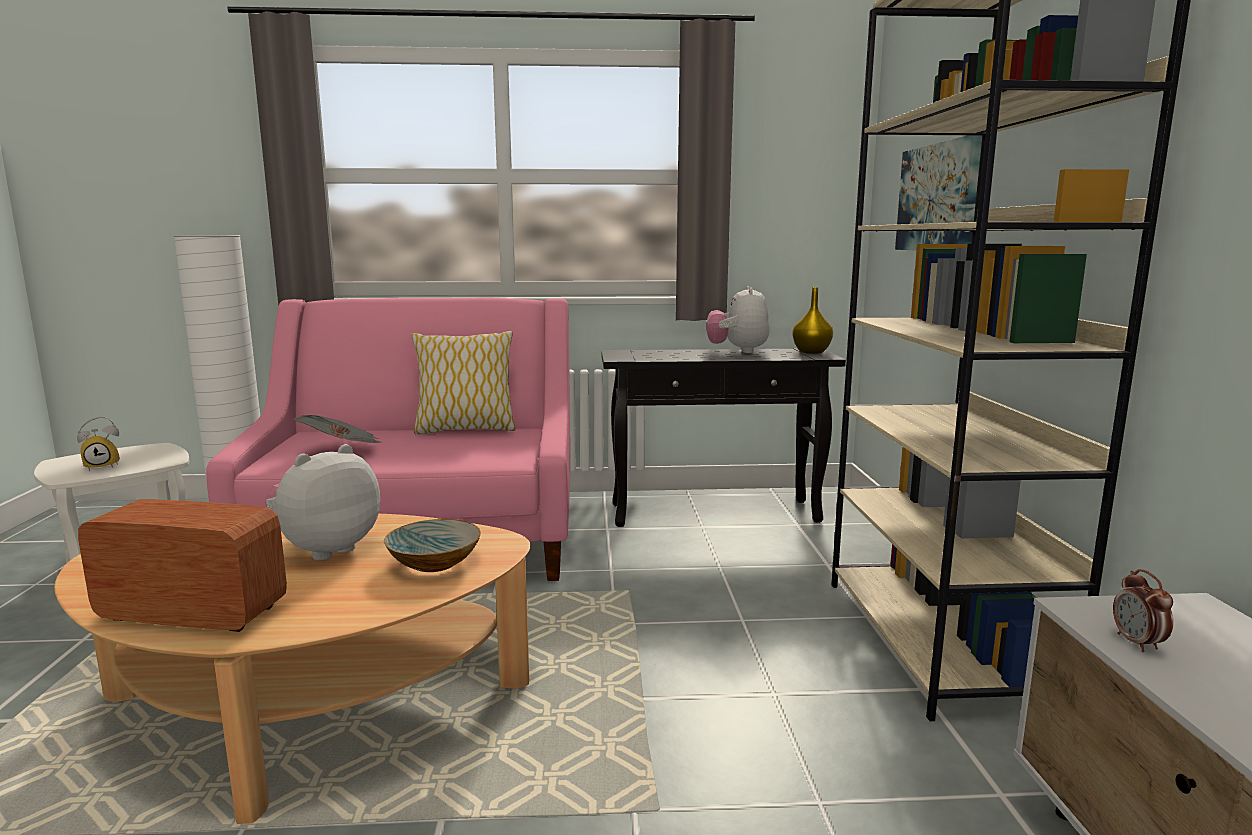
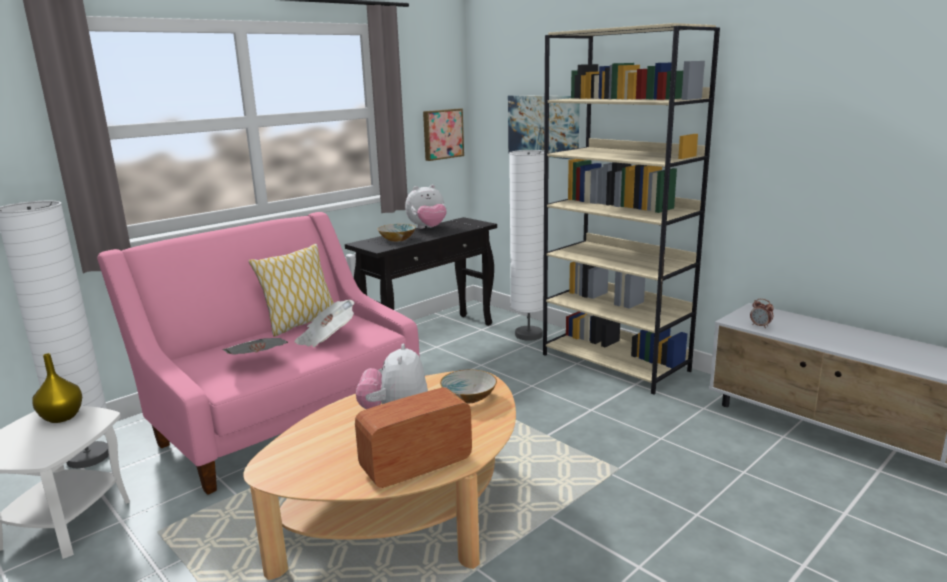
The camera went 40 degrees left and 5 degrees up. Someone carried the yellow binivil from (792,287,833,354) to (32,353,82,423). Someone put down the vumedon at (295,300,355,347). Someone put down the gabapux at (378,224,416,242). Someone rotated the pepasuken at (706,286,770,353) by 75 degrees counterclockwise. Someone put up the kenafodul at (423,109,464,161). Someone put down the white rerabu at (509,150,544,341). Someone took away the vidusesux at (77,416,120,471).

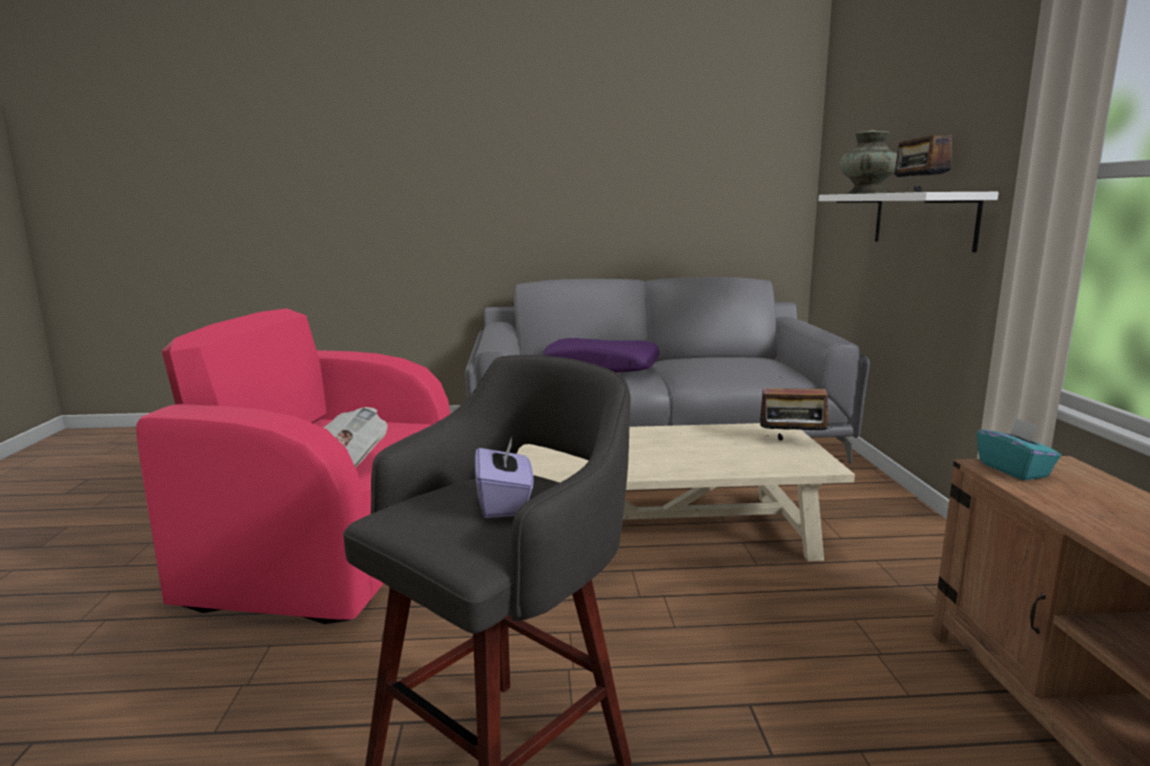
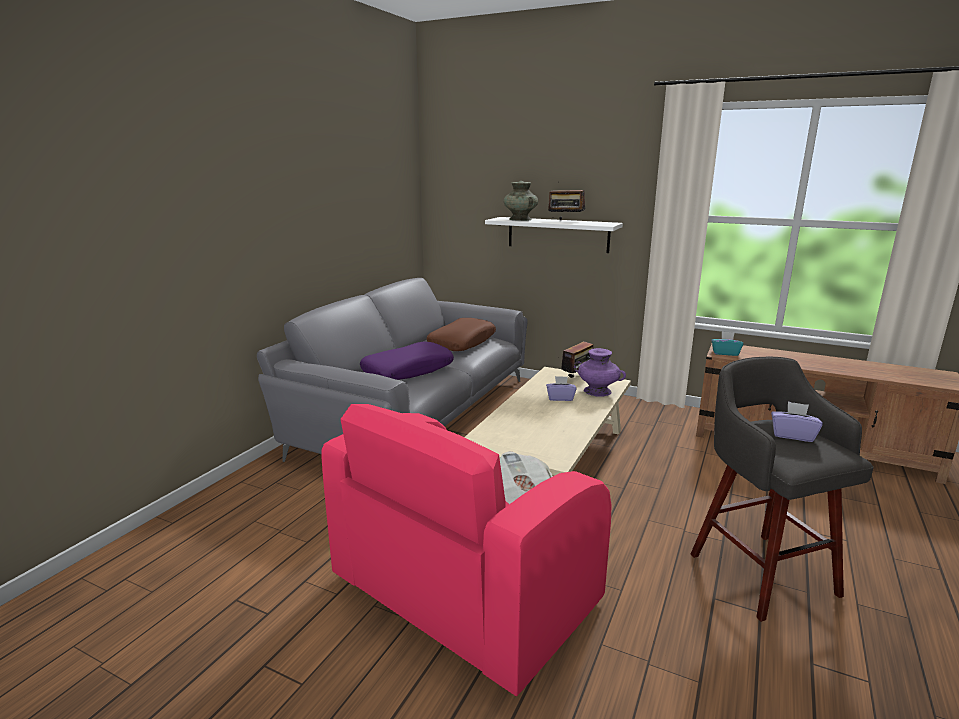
The camera went 60 degrees left and 5 degrees up. Someone put down the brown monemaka at (427,318,496,351). Someone put down the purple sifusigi at (546,376,577,401). Someone put down the purple binivil at (574,348,626,397).

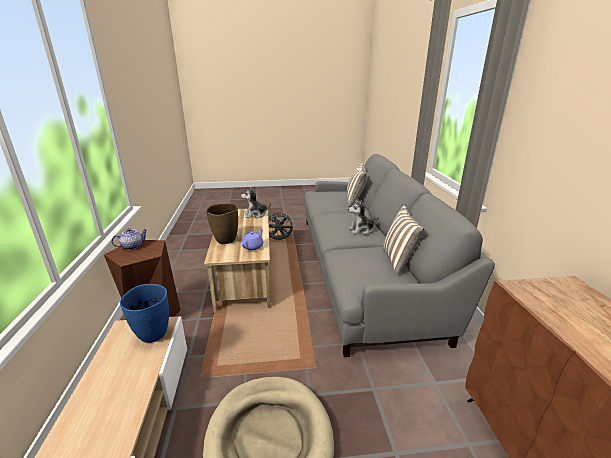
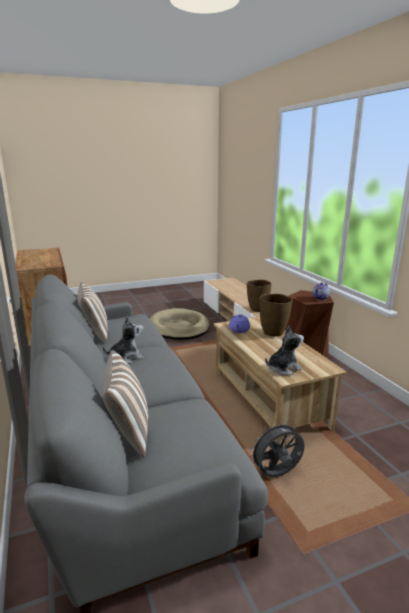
The camera went 165 degrees right and 5 degrees down. Someone repainted the blue binivil at (120,284,169,343), which became the brown binivil at (247,280,271,312).

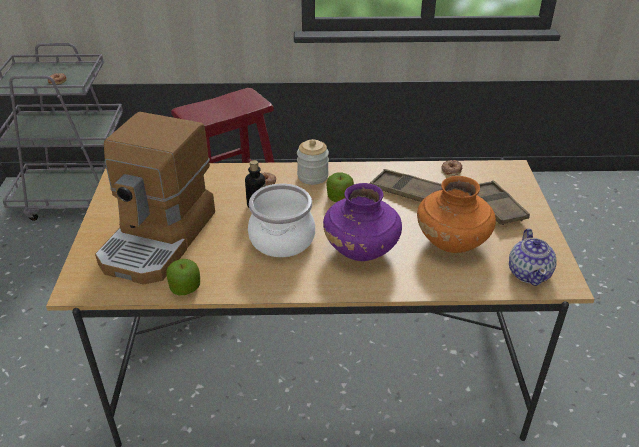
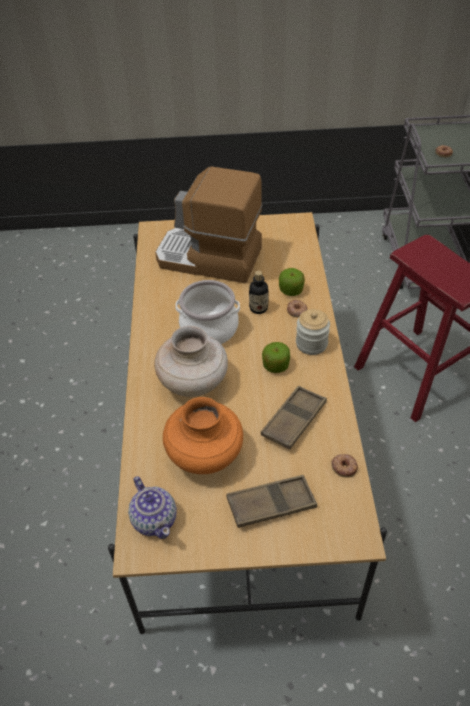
The camera went 90 degrees right and 10 degrees up. Someone rotated the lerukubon at (509,229,556,286) by 120 degrees counterclockwise. Someone repainted the purple binivil at (323,183,402,261), which became the beige binivil at (154,326,228,397). Someone carried the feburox from (166,259,200,296) to (279,268,305,296).

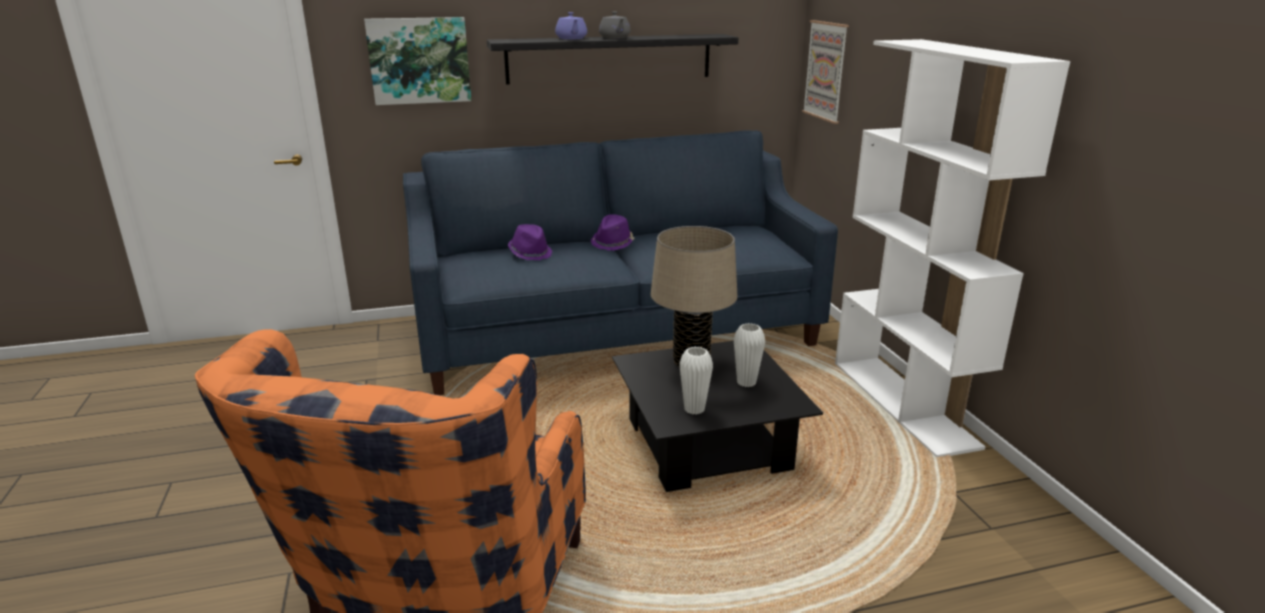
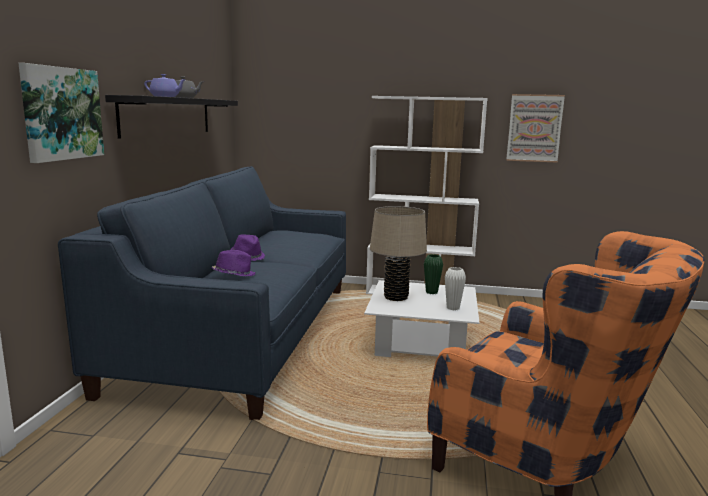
The camera went 65 degrees left and 10 degrees down. Someone repainted the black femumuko at (612,341,823,492), which became the white femumuko at (364,280,480,357). Someone repainted the white binivil at (734,323,765,387), which became the green binivil at (424,254,443,294). Someone carried the kenafodul from (802,20,849,124) to (506,94,565,162).

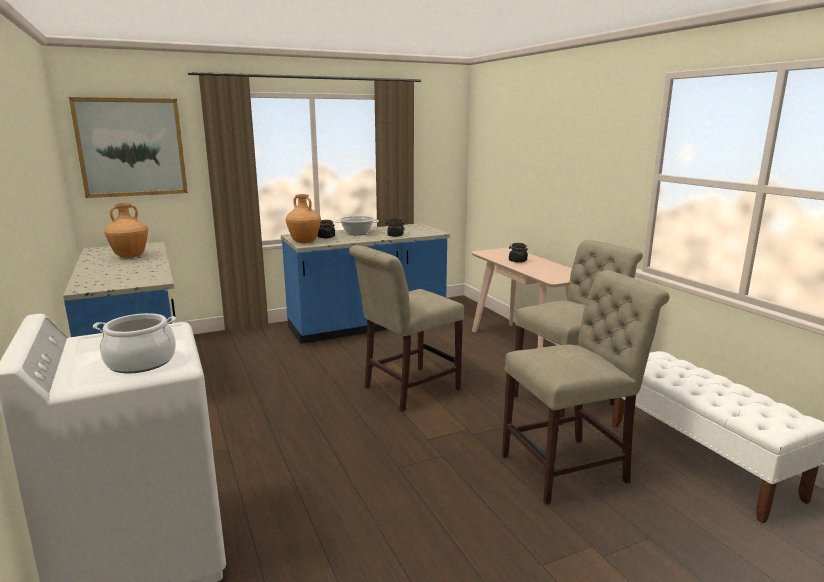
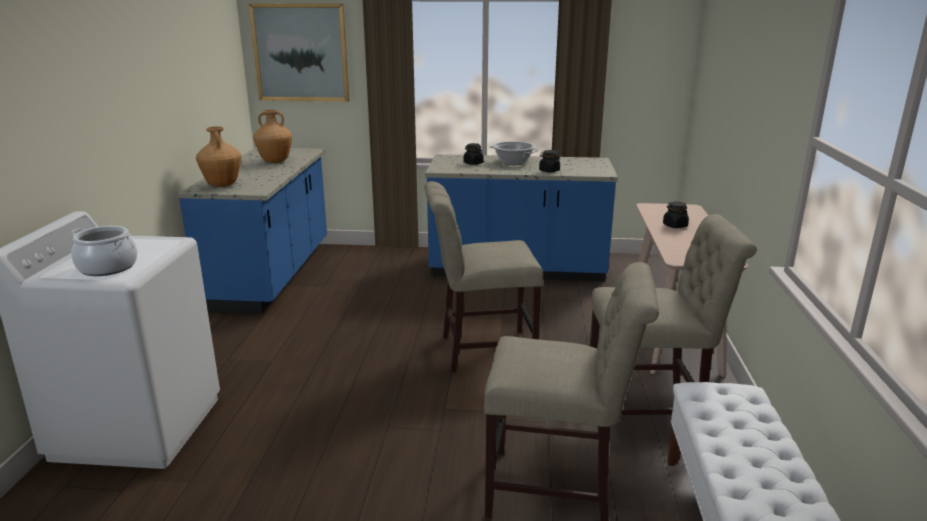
The camera went 30 degrees right and 5 degrees up. Someone carried the brown binivil from (286,194,321,243) to (196,126,241,187).

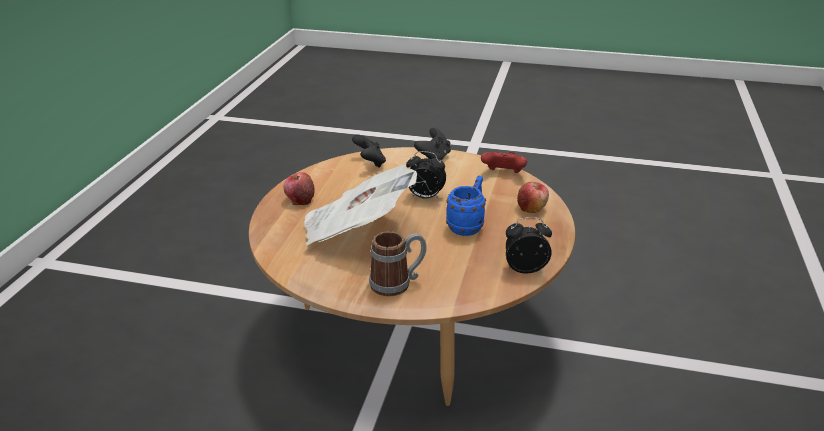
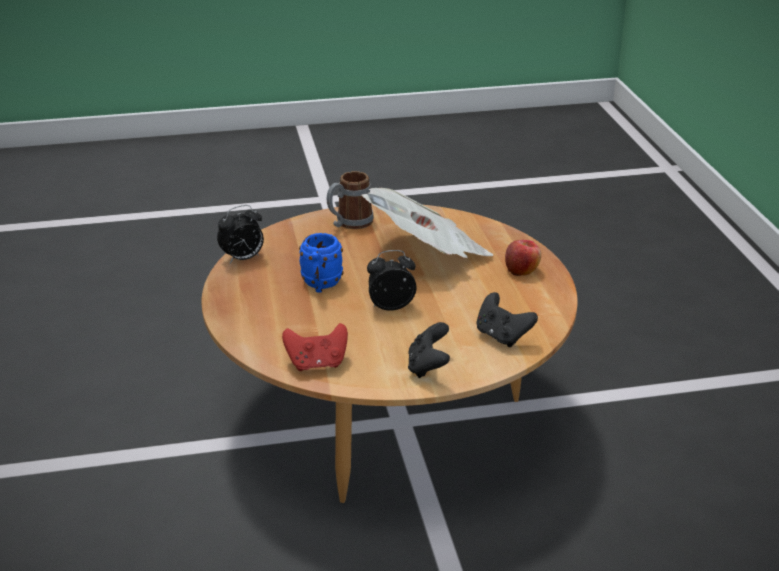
The camera went 155 degrees right and 0 degrees up. Someone took away the feburox at (517,182,549,213).

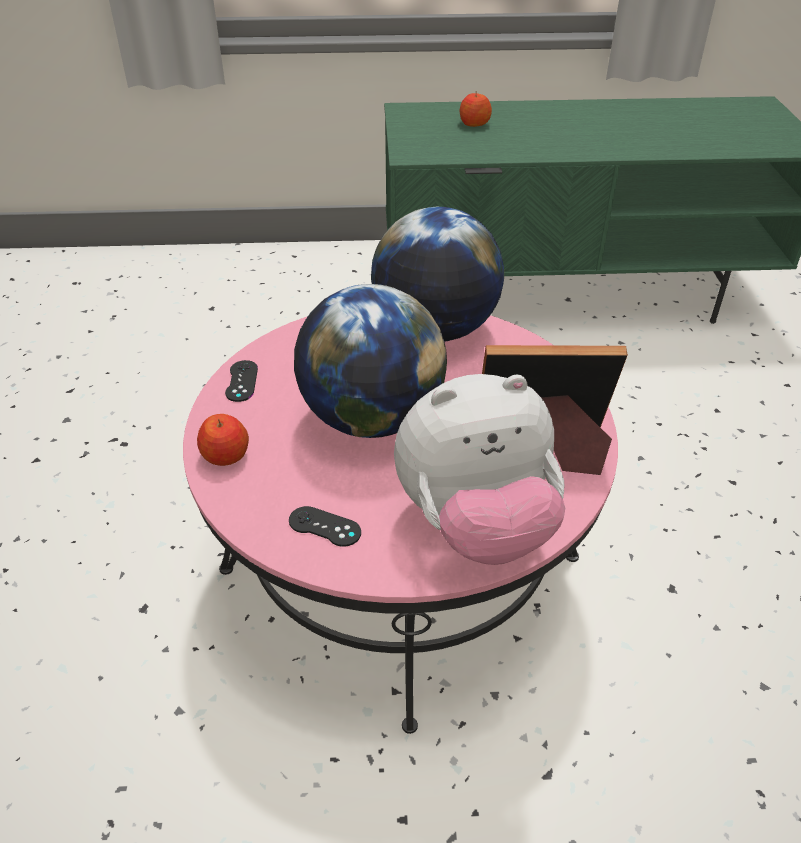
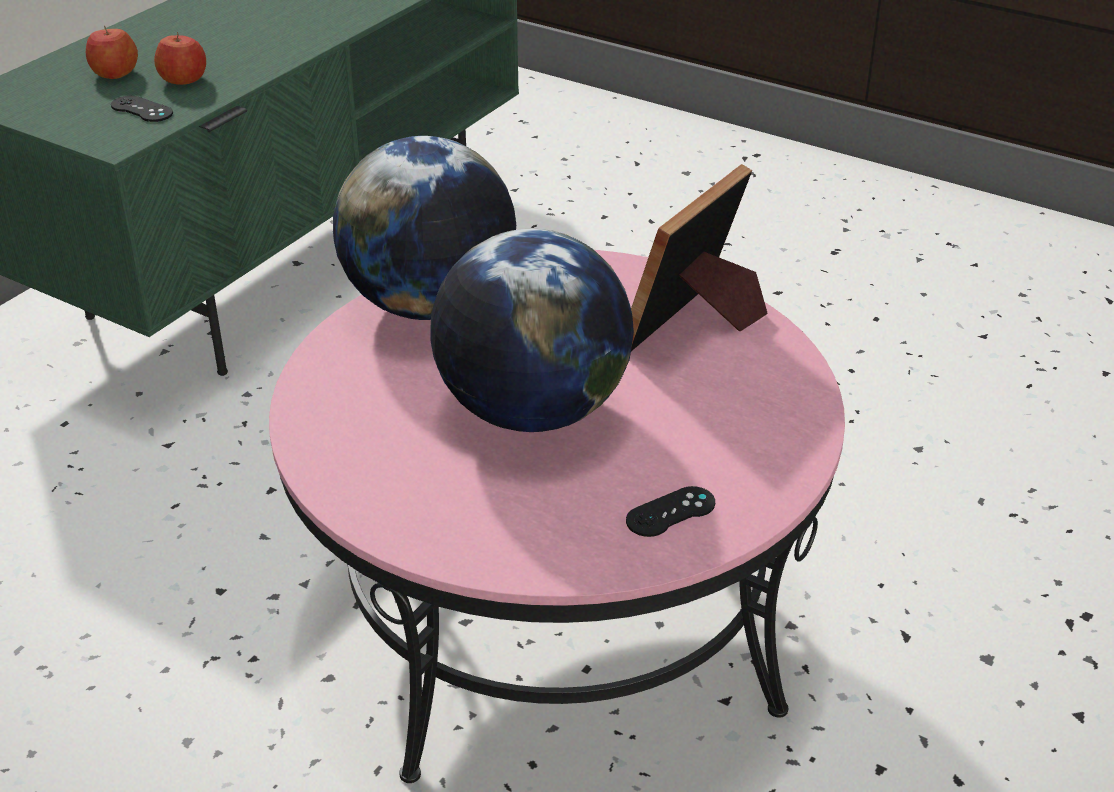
The camera went 55 degrees left and 5 degrees down. Someone carried the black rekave from (225,360,258,402) to (111,96,173,122). Someone carried the feburox from (197,414,249,466) to (154,32,206,85). Someone took away the pepasuken at (394,374,565,565).

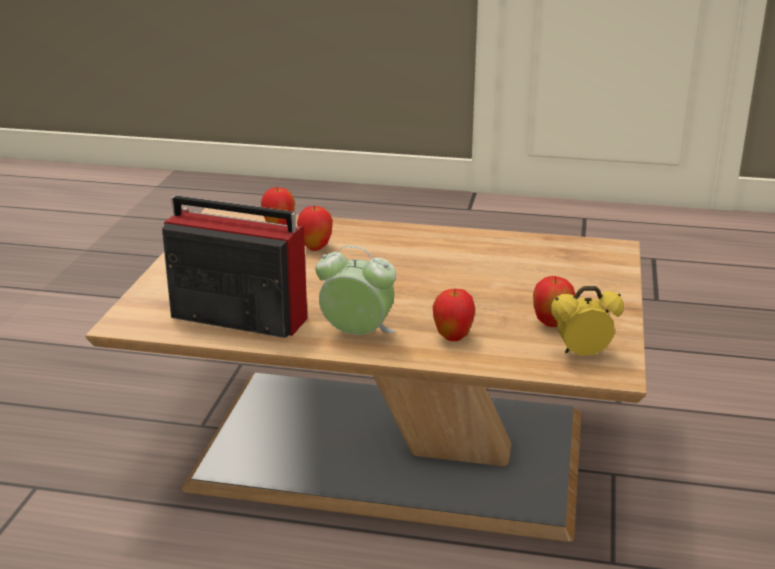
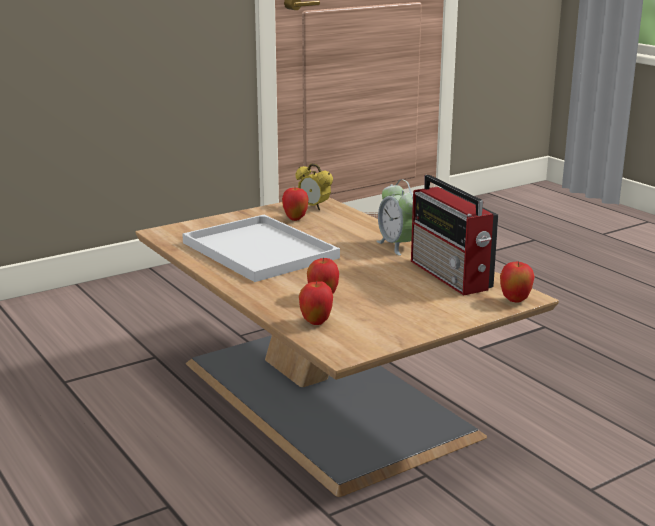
The camera went 135 degrees left and 5 degrees down. Someone put down the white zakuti at (182,215,340,282). Someone carried the feburox from (433,289,475,341) to (500,262,535,303).

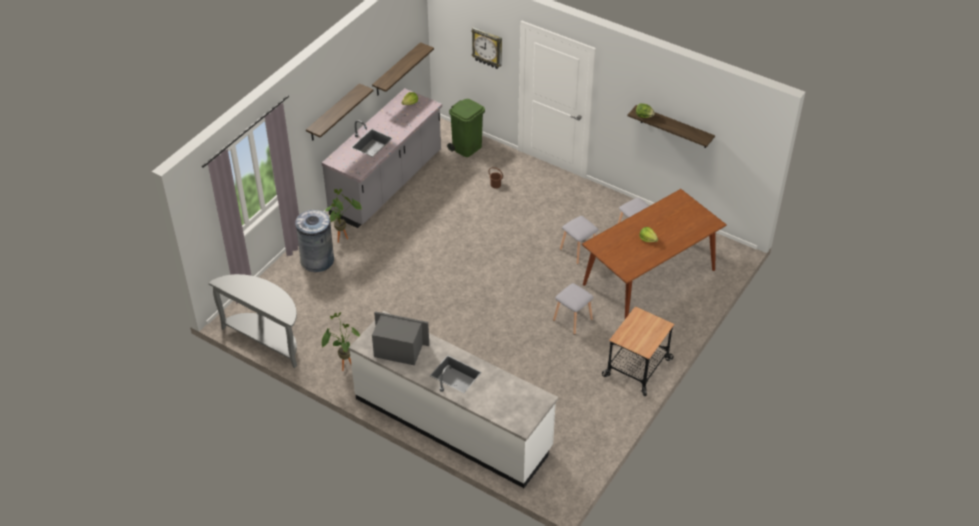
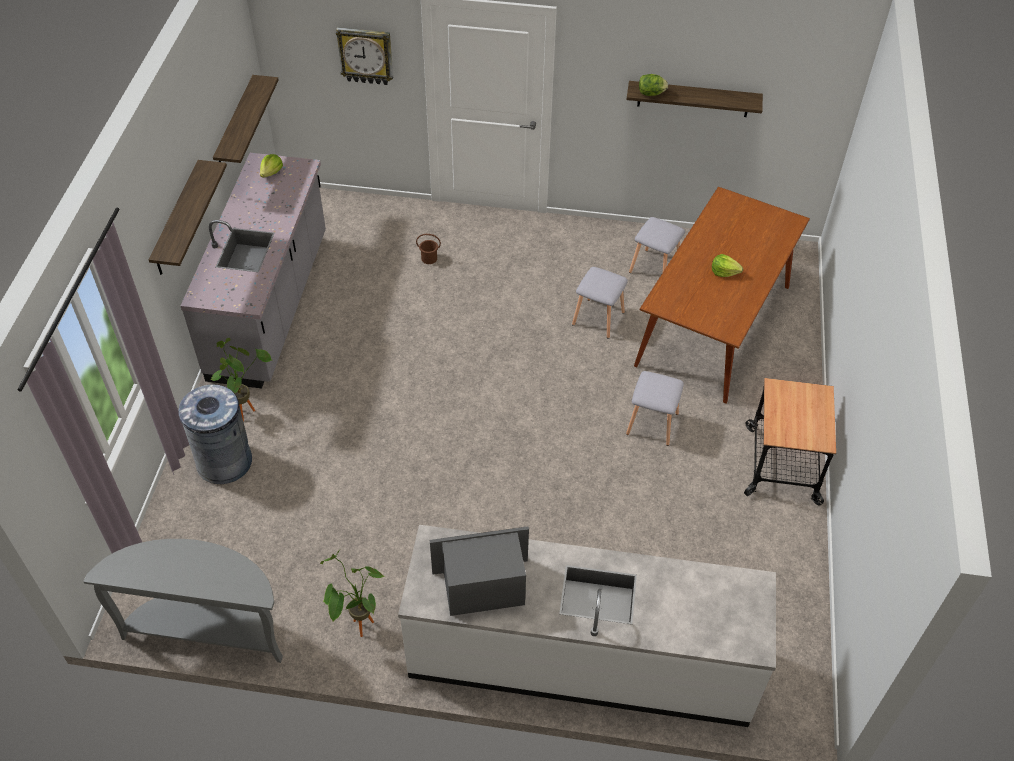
The camera went 25 degrees left and 5 degrees up. Someone took away the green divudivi at (447,99,485,157).

